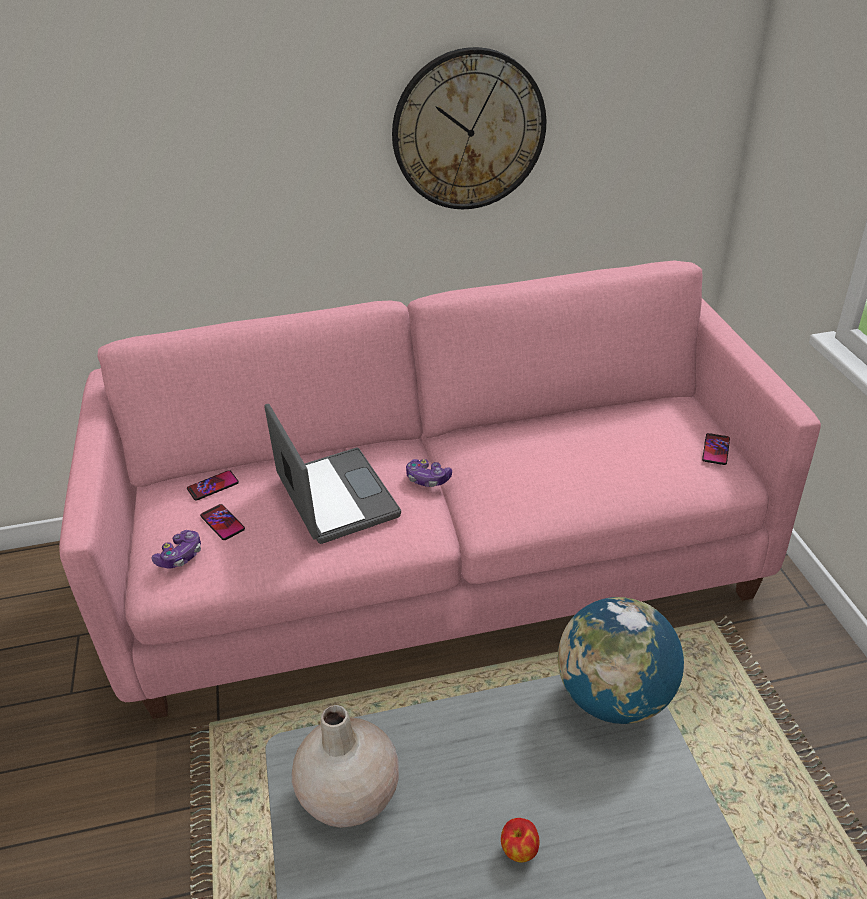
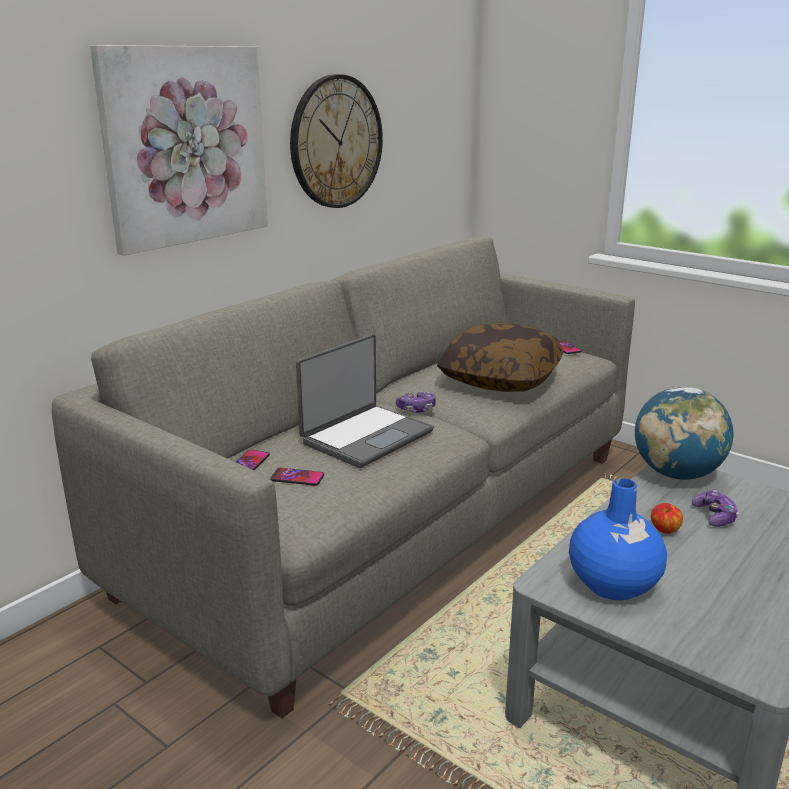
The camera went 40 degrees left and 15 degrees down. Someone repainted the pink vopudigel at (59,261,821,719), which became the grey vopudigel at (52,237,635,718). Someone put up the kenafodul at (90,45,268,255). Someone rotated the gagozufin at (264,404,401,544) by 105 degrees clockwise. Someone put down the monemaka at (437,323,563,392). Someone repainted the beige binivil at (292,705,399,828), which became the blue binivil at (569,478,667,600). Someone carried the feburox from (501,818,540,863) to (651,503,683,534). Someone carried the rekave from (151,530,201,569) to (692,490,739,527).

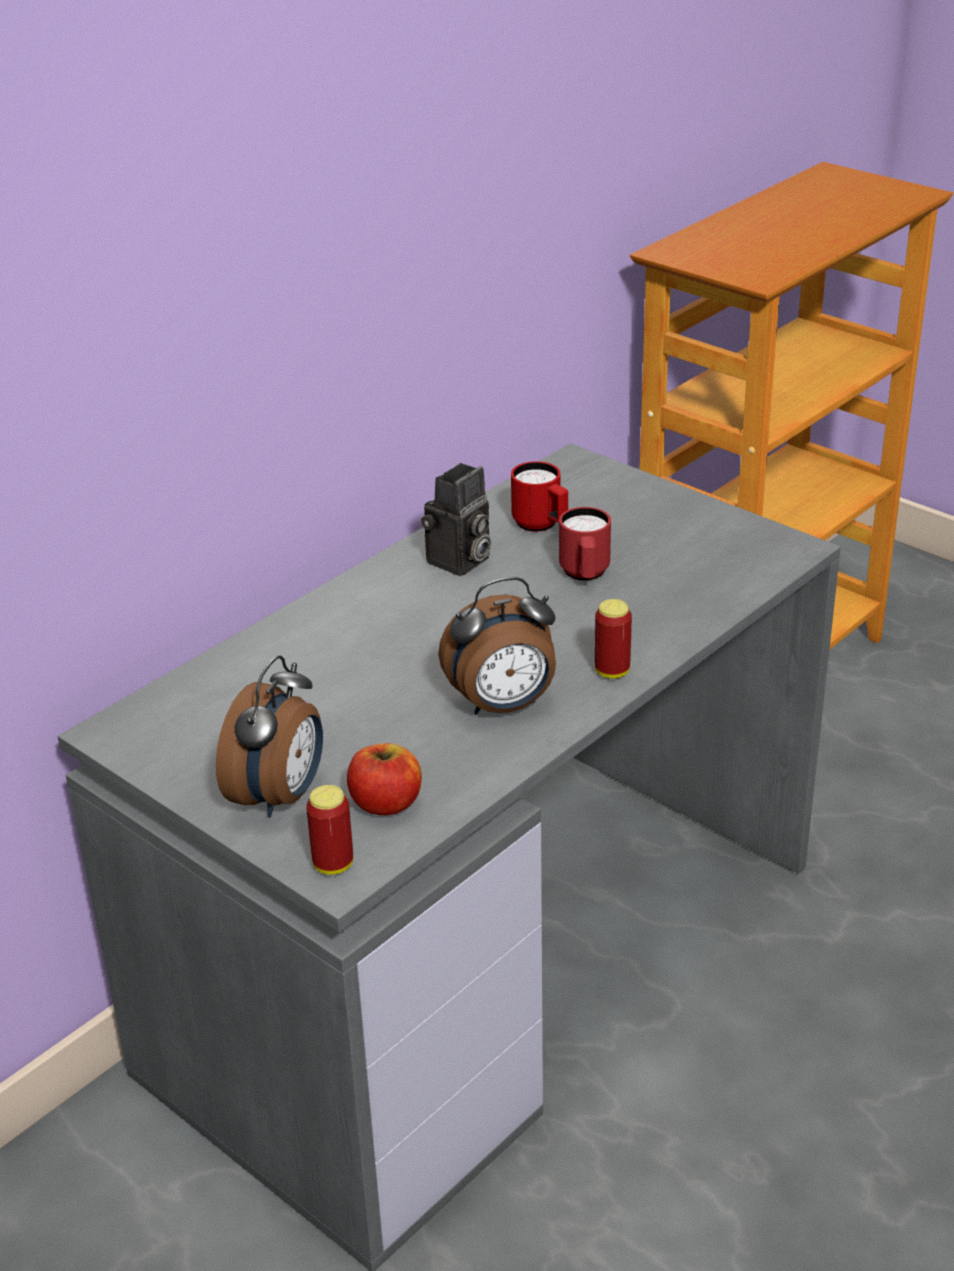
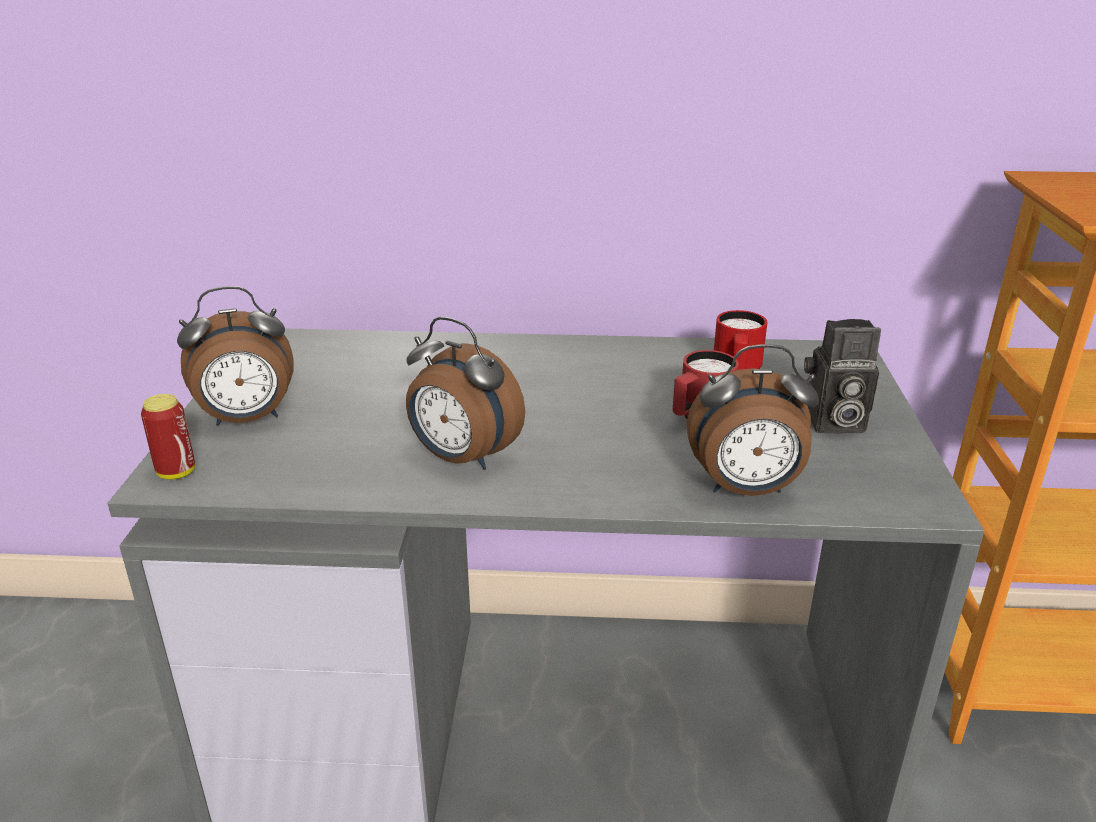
The camera went 50 degrees right and 5 degrees down. Someone put down the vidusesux at (687,344,819,496). Someone carried the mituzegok from (421,463,492,576) to (804,319,881,433). Someone took away the feburox at (347,743,422,815). Someone took away the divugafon at (595,599,632,679).

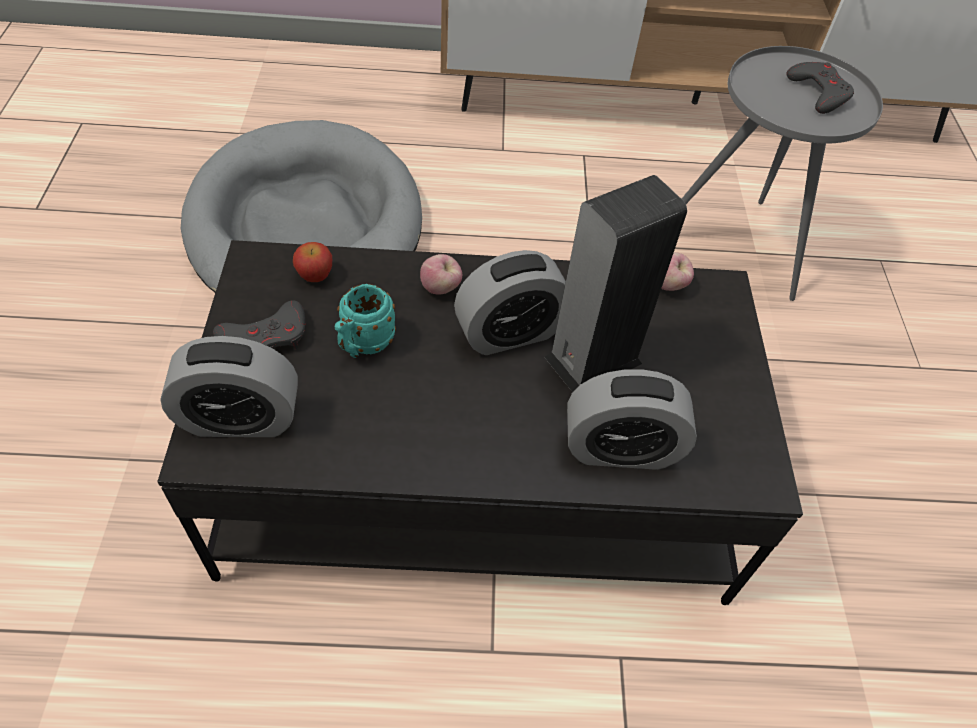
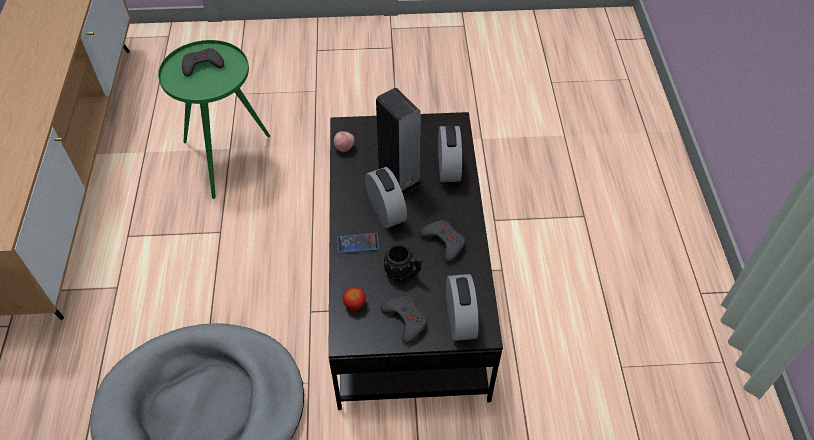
The camera went 90 degrees left and 0 degrees up. Someone repainted the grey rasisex at (682,46,883,301), which became the green rasisex at (158,40,270,199). Someone swapped the feburox at (420,254,462,295) for the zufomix at (337,233,379,254). Someone repainted the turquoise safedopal at (335,284,396,358), which became the black safedopal at (383,244,423,281). Someone put down the grey rekave at (420,220,465,262).

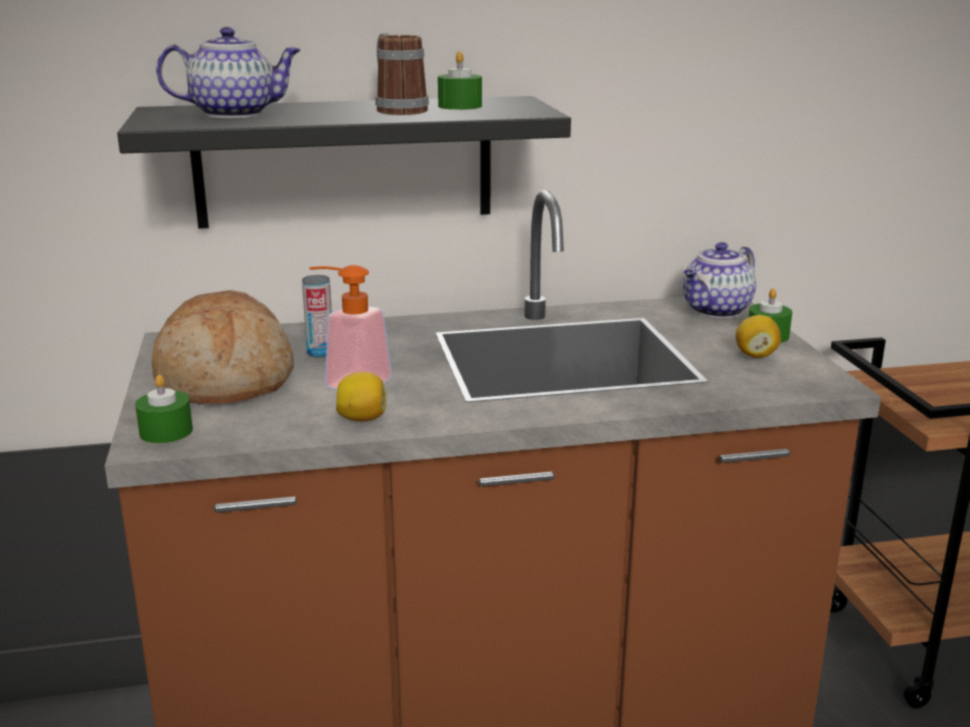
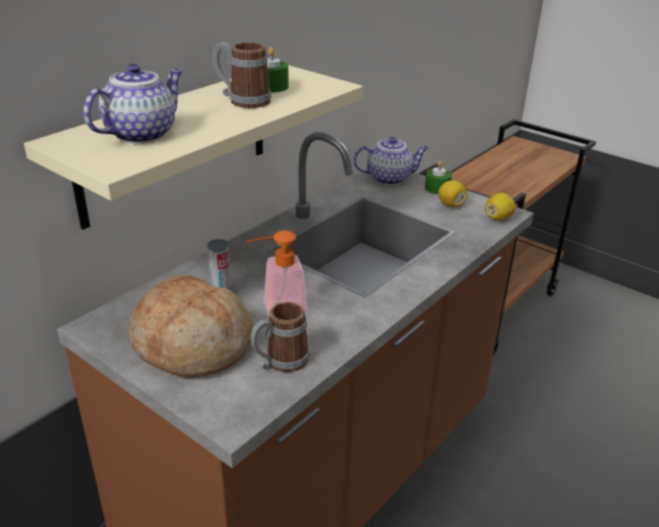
The camera went 40 degrees left and 10 degrees up. Someone repainted the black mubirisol at (117,96,571,229), which became the beige mubirisol at (24,65,363,230). Someone put down the safedopal at (251,302,310,372). Someone rotated the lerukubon at (683,242,756,318) by 105 degrees counterclockwise. Someone carried the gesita from (336,372,387,422) to (485,193,516,221). Someone took away the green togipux at (135,375,193,444).

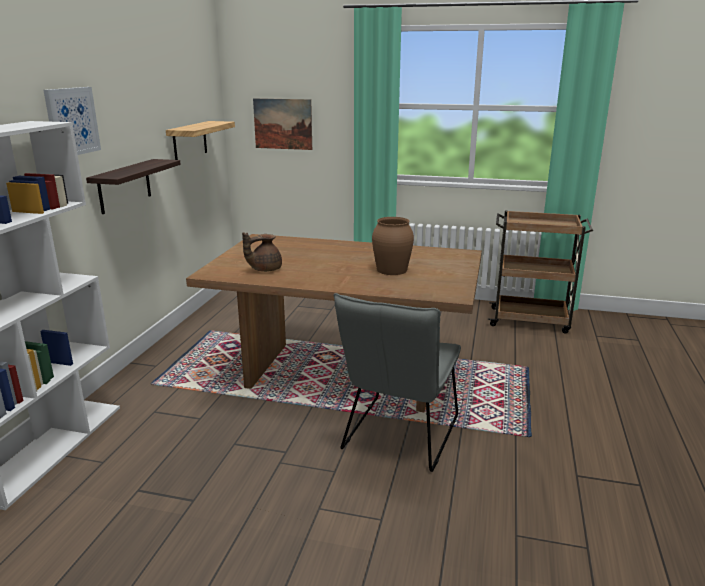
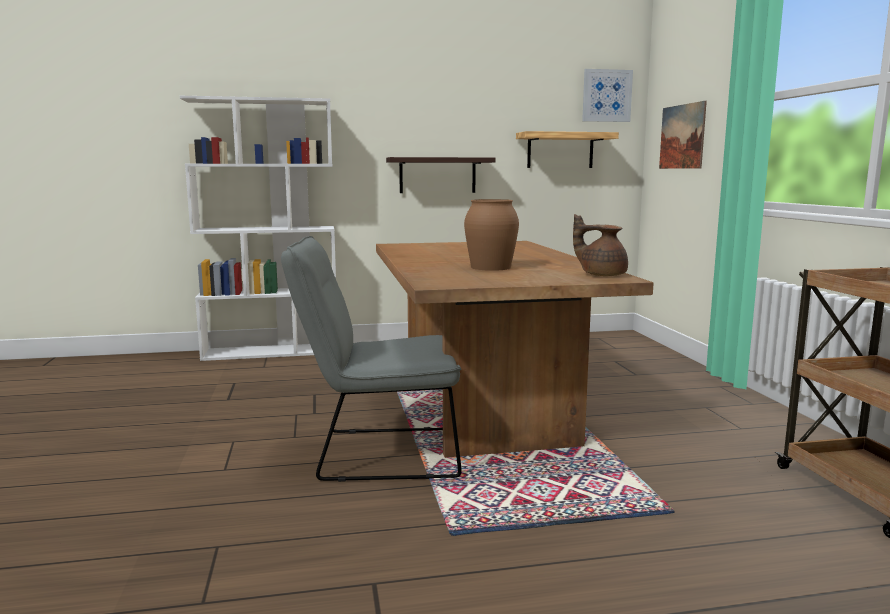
The camera went 65 degrees right and 10 degrees down. Someone carried the brown lerukubon from (242,232,282,272) to (573,214,628,276). Someone carried the kenafodul from (43,87,101,155) to (582,69,633,122).

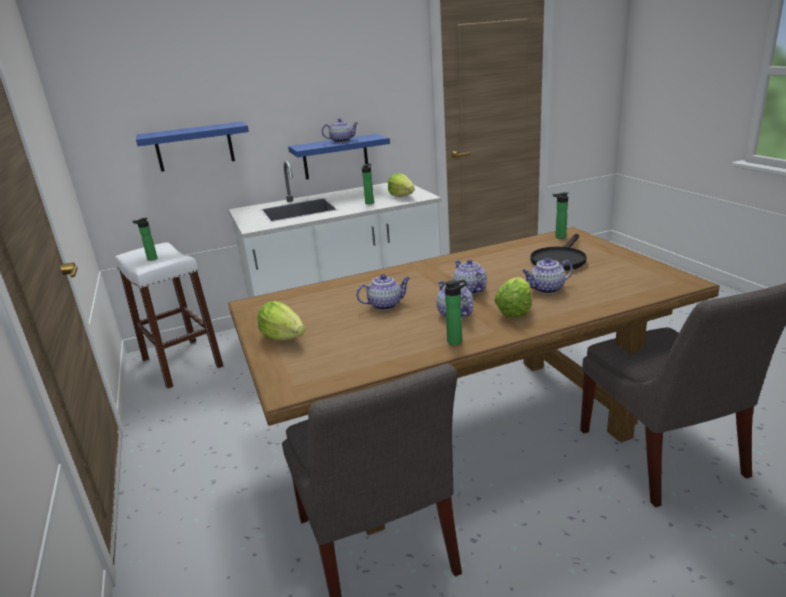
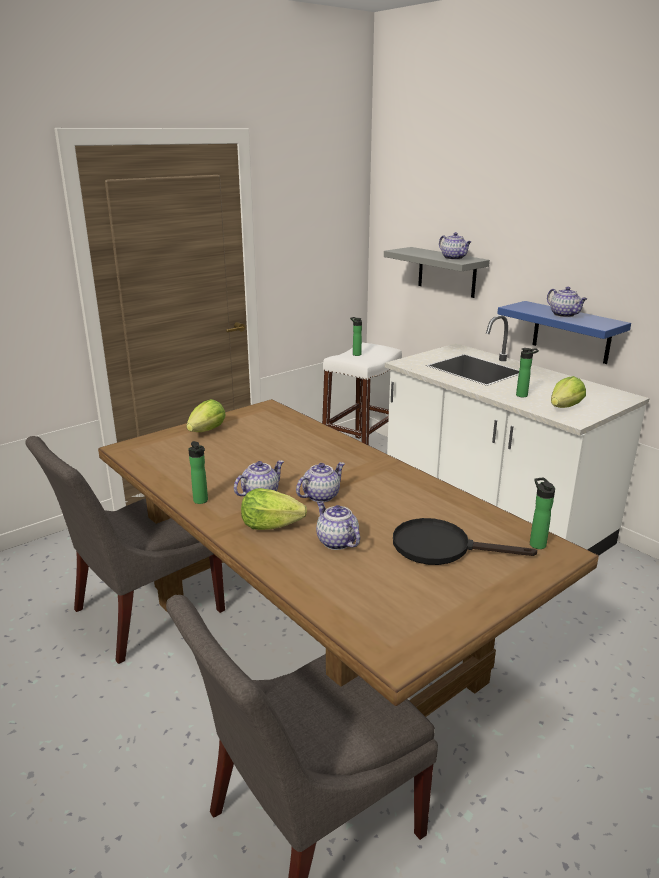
The camera went 70 degrees right and 0 degrees up. Someone repainted the blue mubirisol at (136,122,249,172), which became the grey mubirisol at (384,247,490,298). Someone carried the lerukubon from (356,274,410,310) to (439,232,471,260).

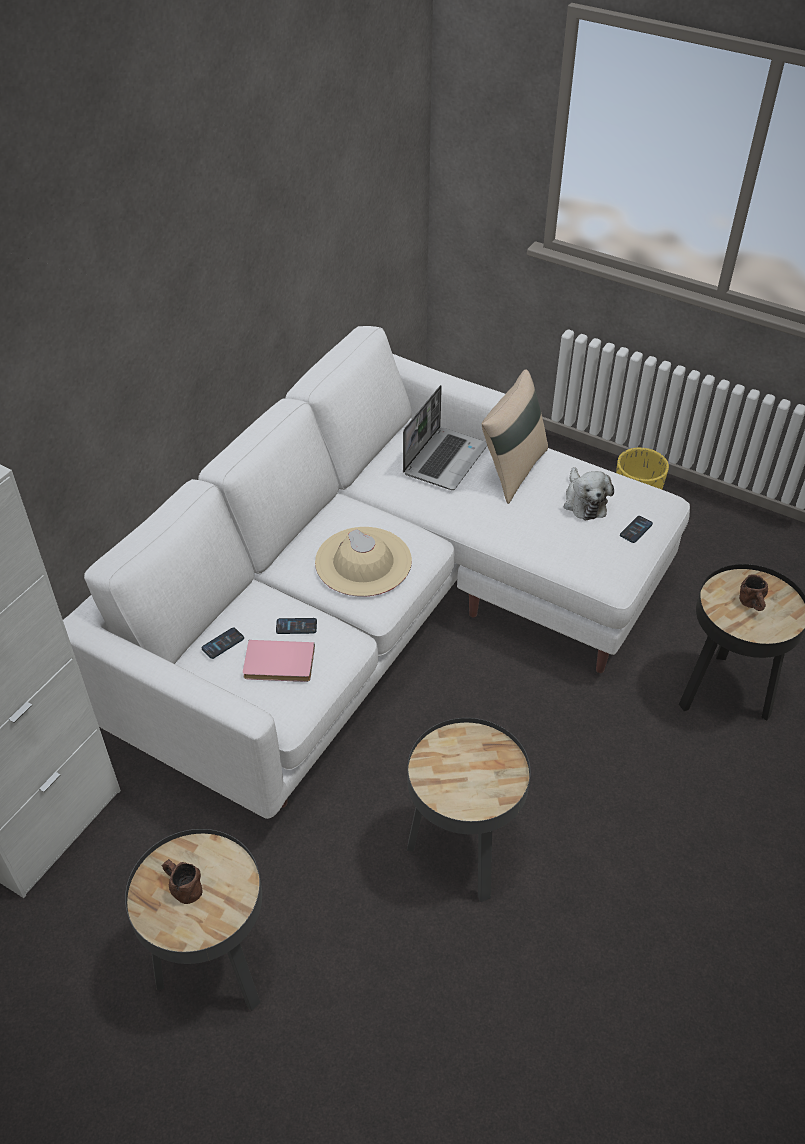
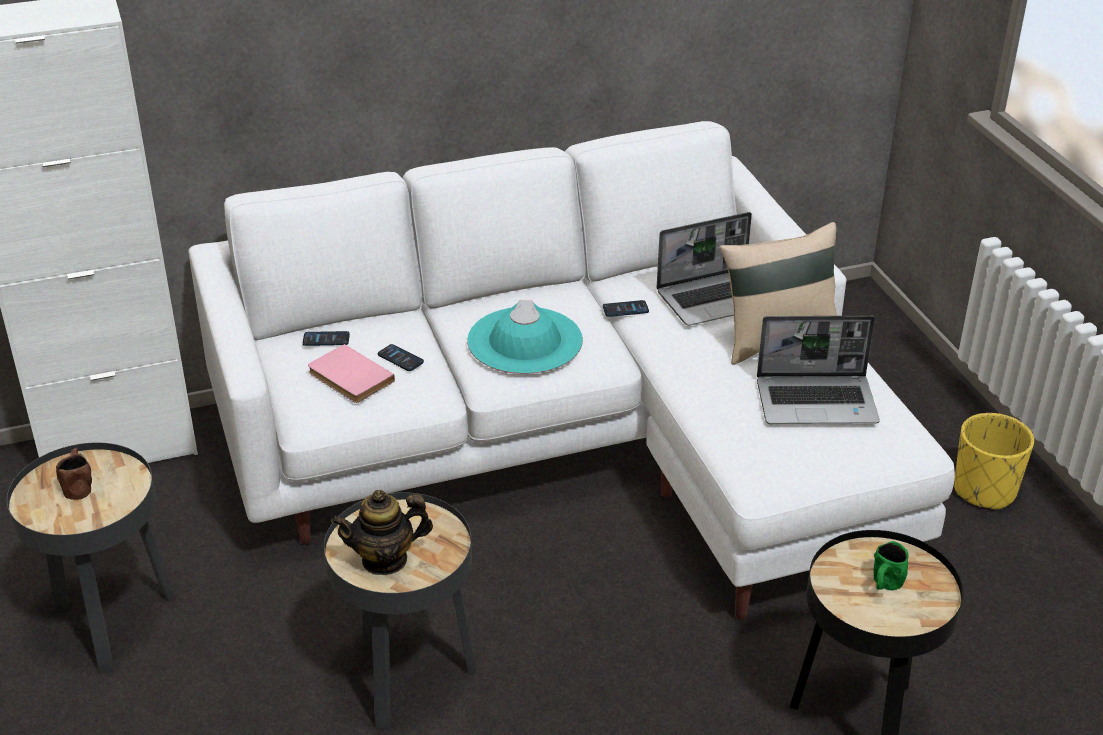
The camera went 40 degrees right and 10 degrees down. Someone put down the lerukubon at (331,490,433,575). Someone repainted the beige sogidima at (315,527,412,597), which became the turquoise sogidima at (467,300,583,374). Someone carried the zufomix from (620,516,653,543) to (603,300,649,317). Someone swapped the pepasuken at (564,467,614,520) for the gagozufin at (757,316,880,424). Someone repainted the brown safedopal at (739,574,768,611), which became the green safedopal at (874,541,909,590).

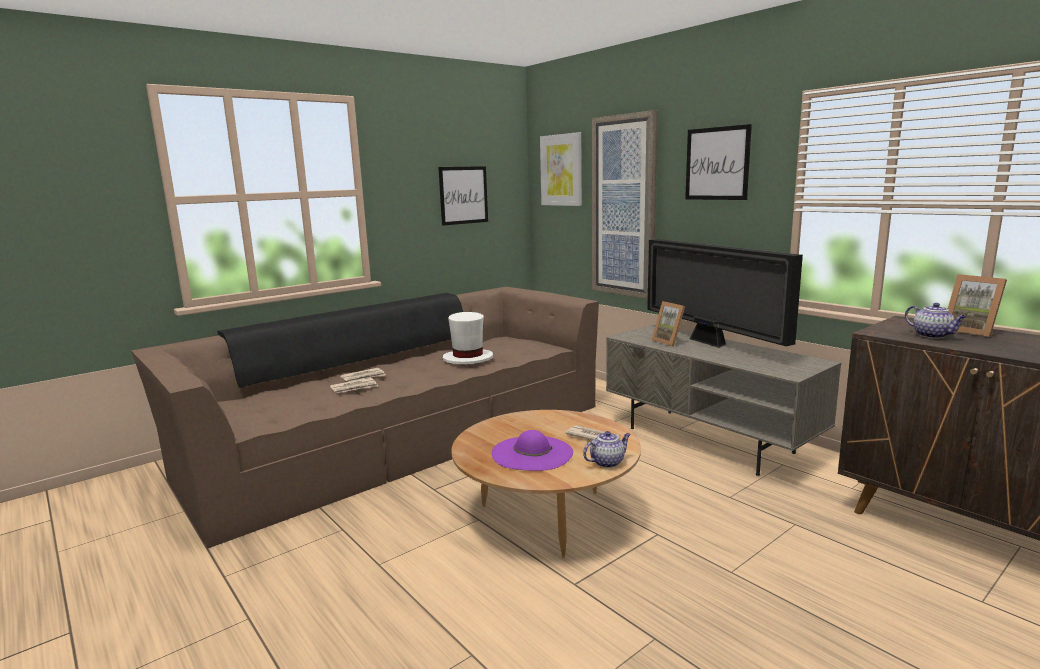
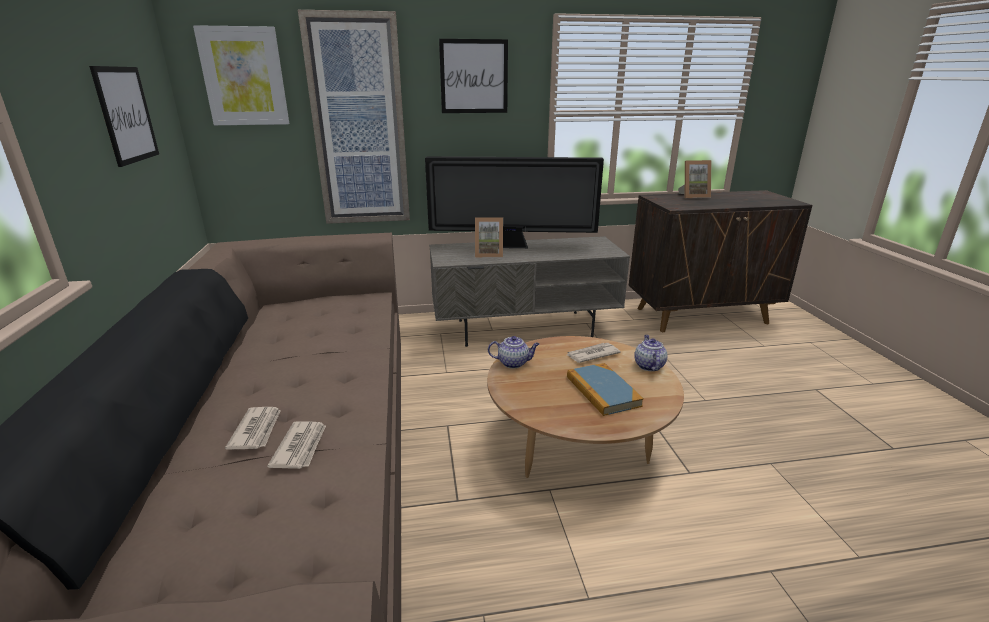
The camera went 60 degrees left and 10 degrees up. Someone carried the lerukubon from (905,303,967,338) to (488,336,540,368). Someone swapped the purple sogidima at (492,430,573,471) for the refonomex at (567,363,644,416). Someone took away the white sogidima at (443,312,493,364).

